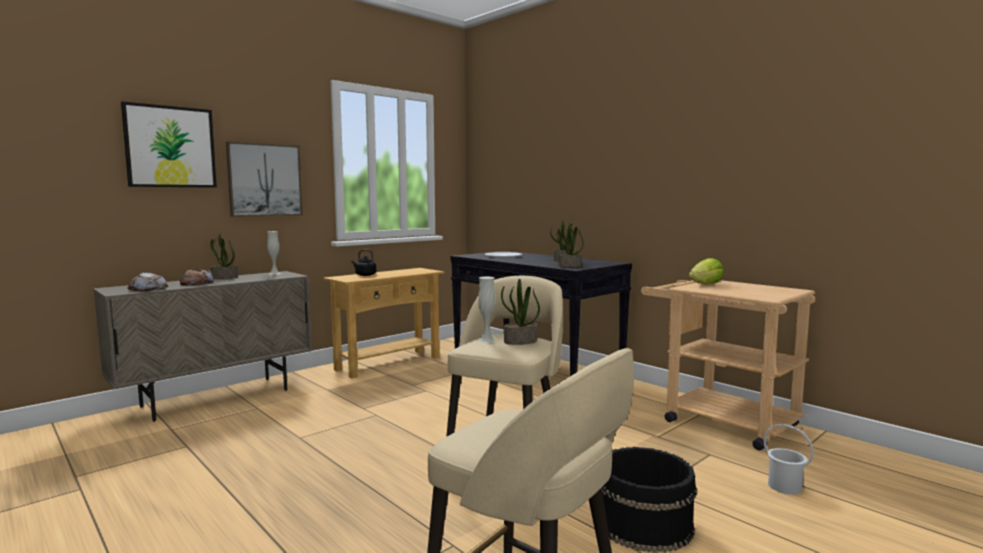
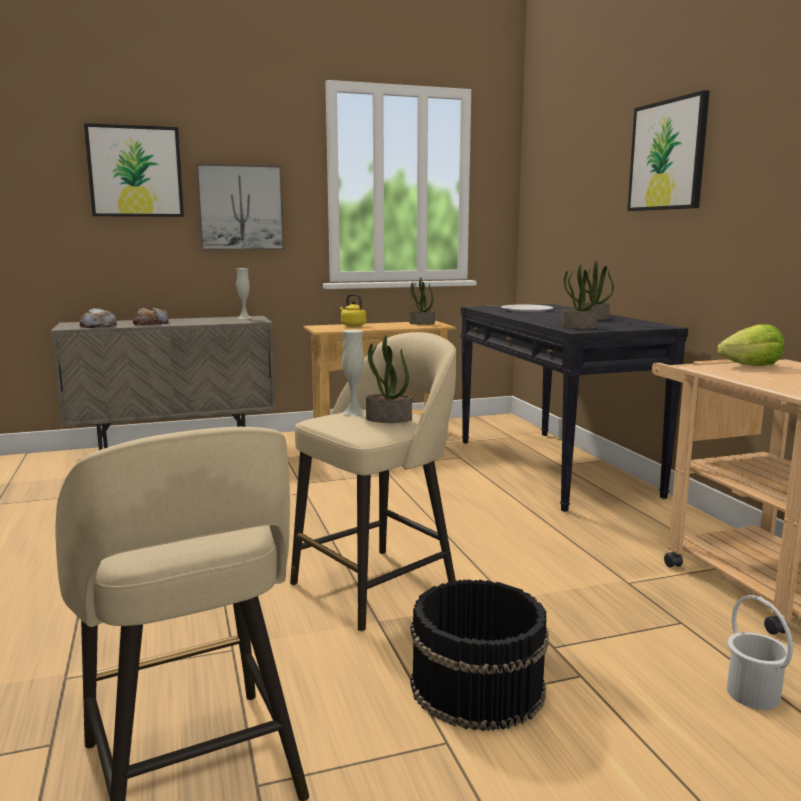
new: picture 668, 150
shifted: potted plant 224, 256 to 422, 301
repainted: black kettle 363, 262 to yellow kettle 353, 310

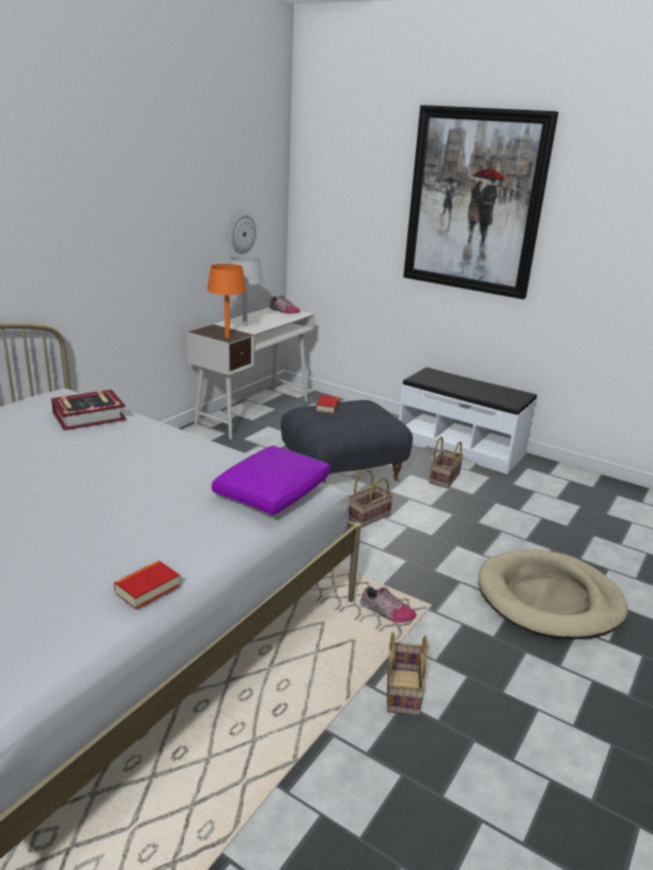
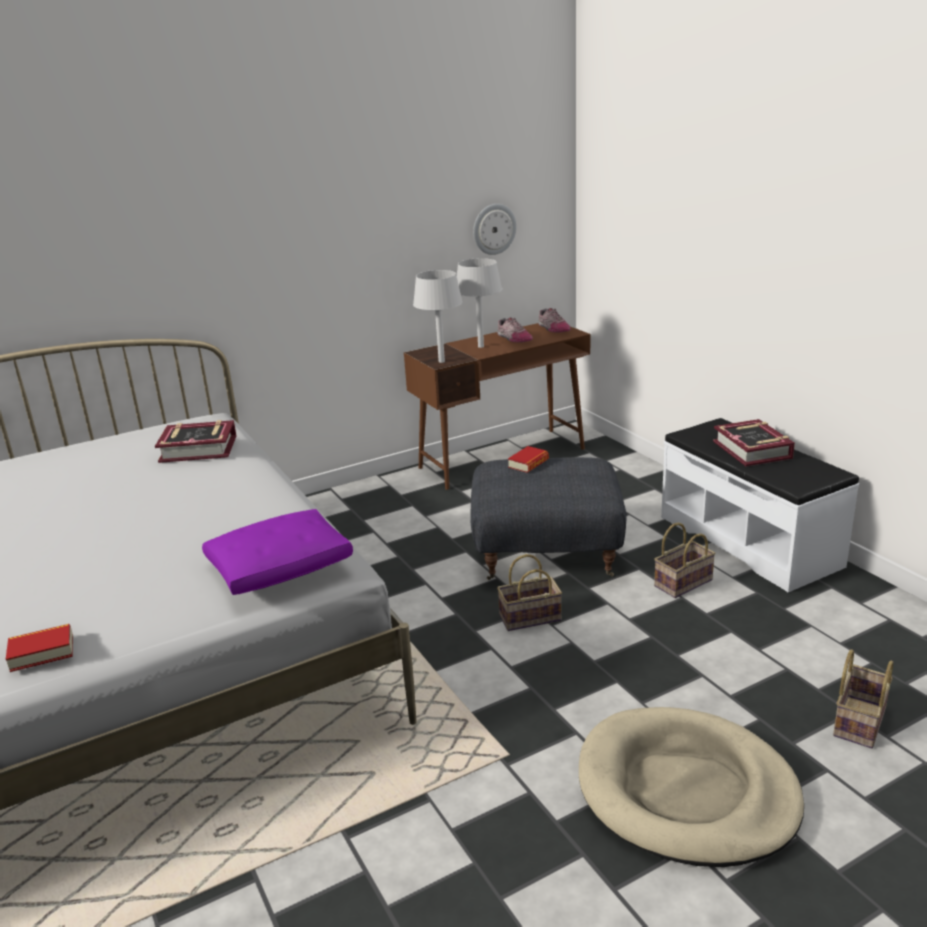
gone: picture 480, 202
new: book 754, 442
shifted: shoe 388, 604 to 515, 330; basket 407, 674 to 863, 699
repainted: white desk 251, 373 to brown desk 497, 406; orange table lamp 227, 301 to grey table lamp 438, 316

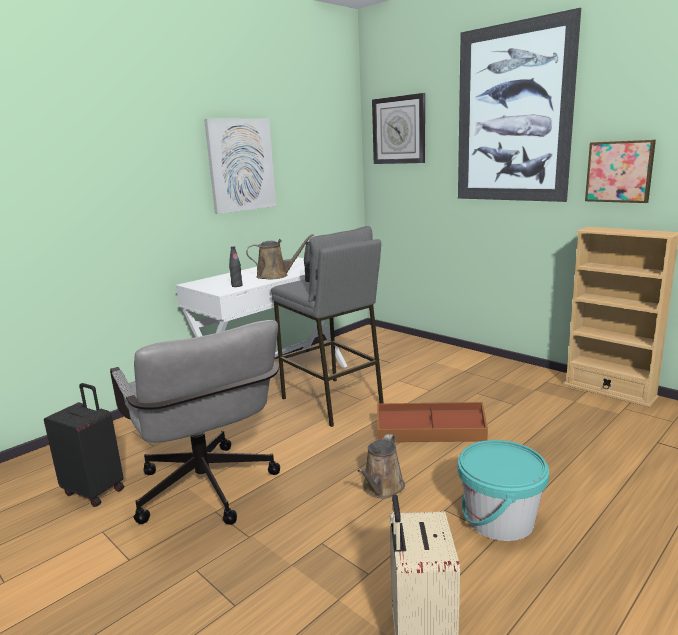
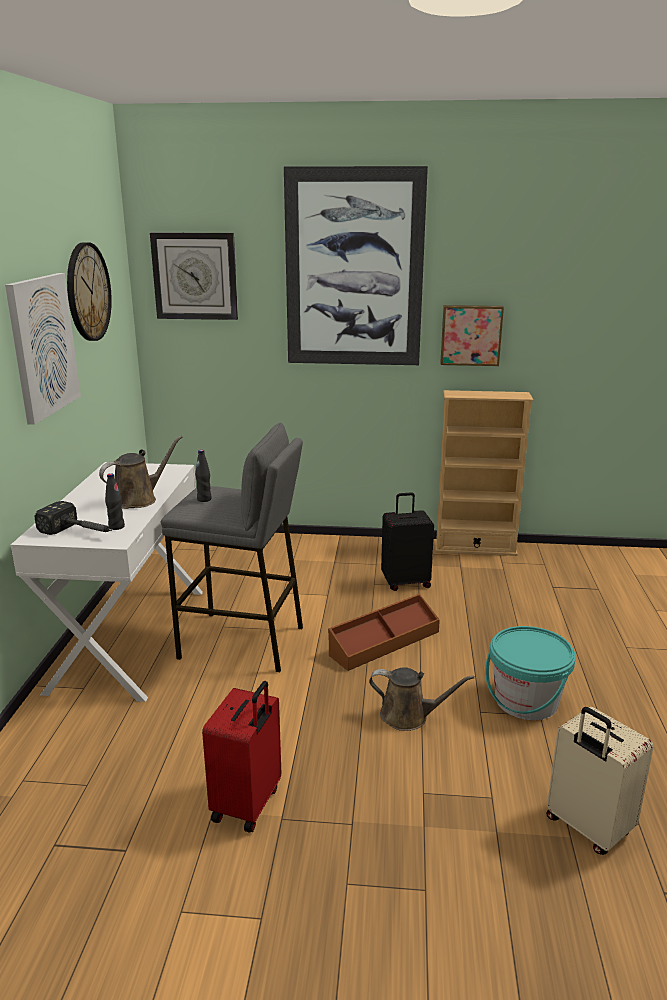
new: hammer 74, 518; wall clock 89, 291
shifted: black suitcase 84, 445 to 407, 541
swapped: grey office chair 195, 422 to red suitcase 241, 756
rotated: brown watering can 381, 466 = 422, 699 60 degrees counterclockwise

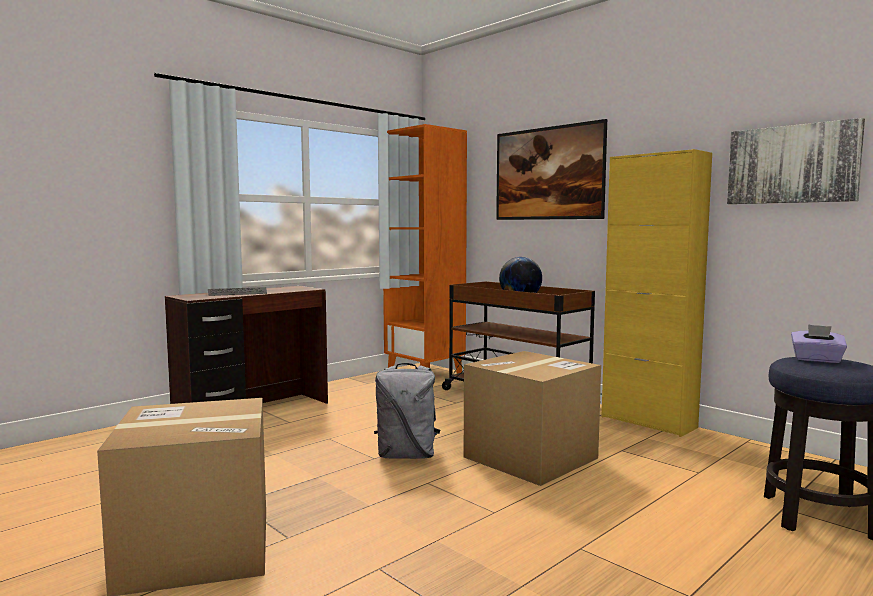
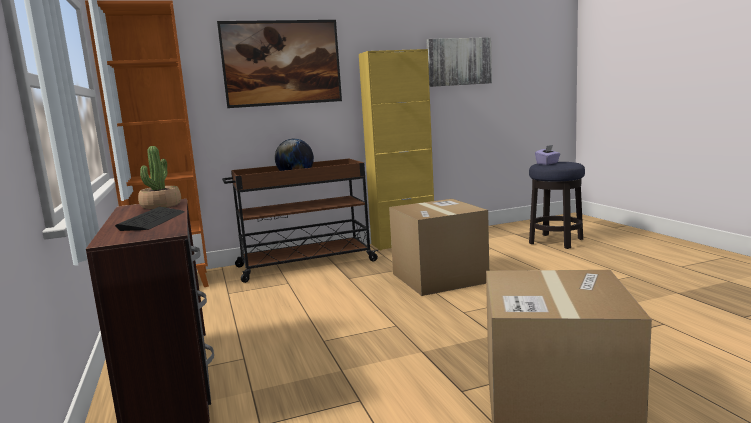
gone: grey backpack 407, 411
new: potted plant 159, 177

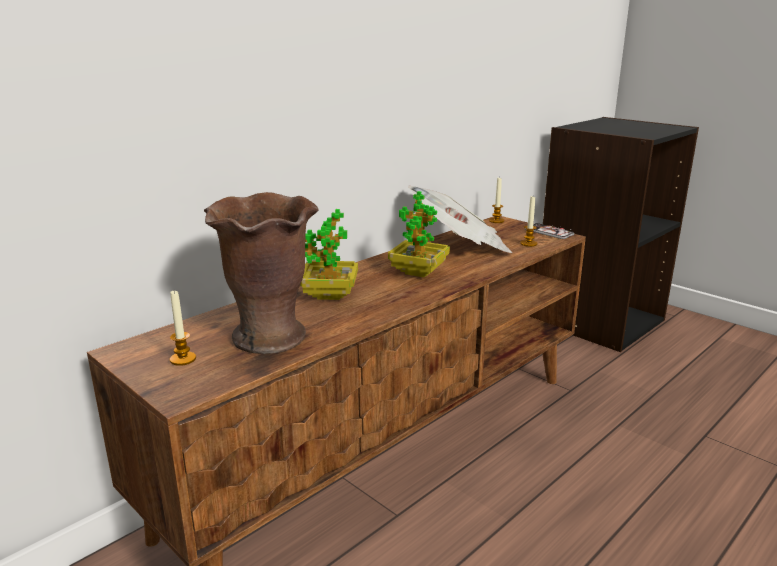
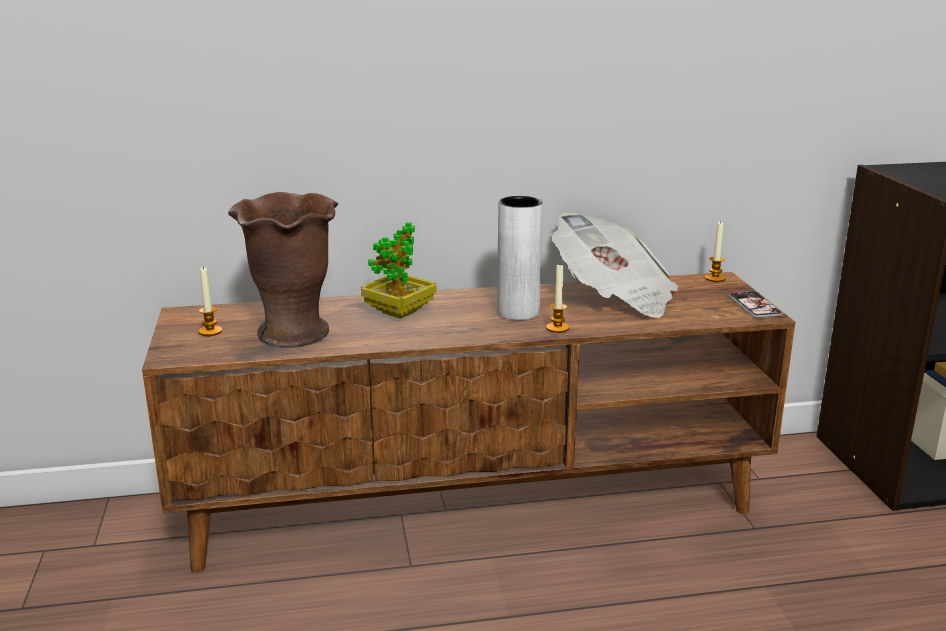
shifted: candle 529, 221 to 557, 299
swapped: potted plant 419, 234 to white vase 520, 258

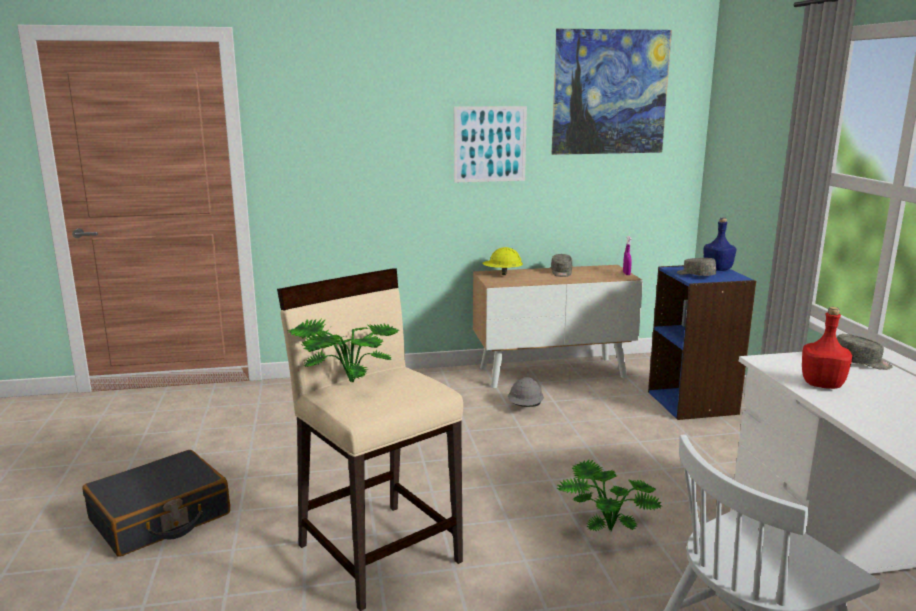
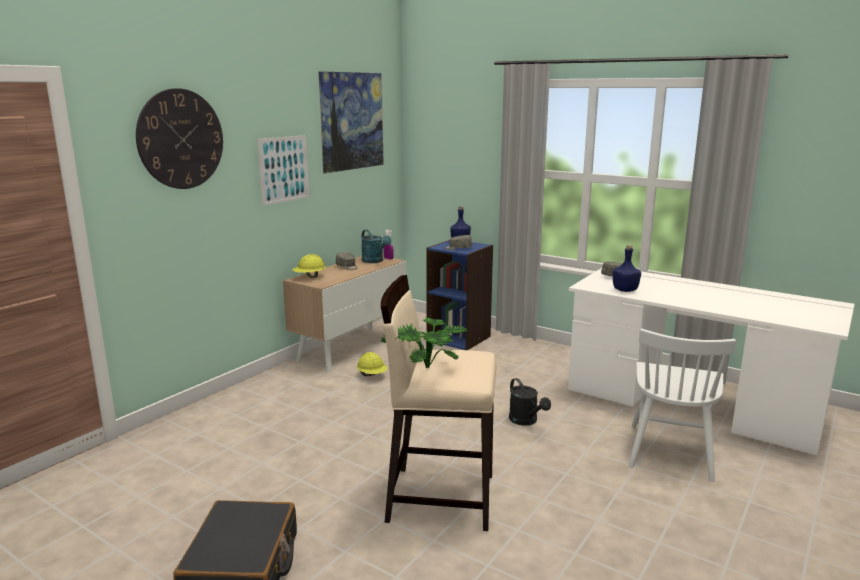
new: wall clock 179, 138; turquoise watering can 376, 246
swapped: potted plant 609, 495 to black watering can 530, 402
repainted: grey hard hat 526, 392 to yellow hard hat 372, 364; red bottle 827, 348 to blue bottle 627, 268

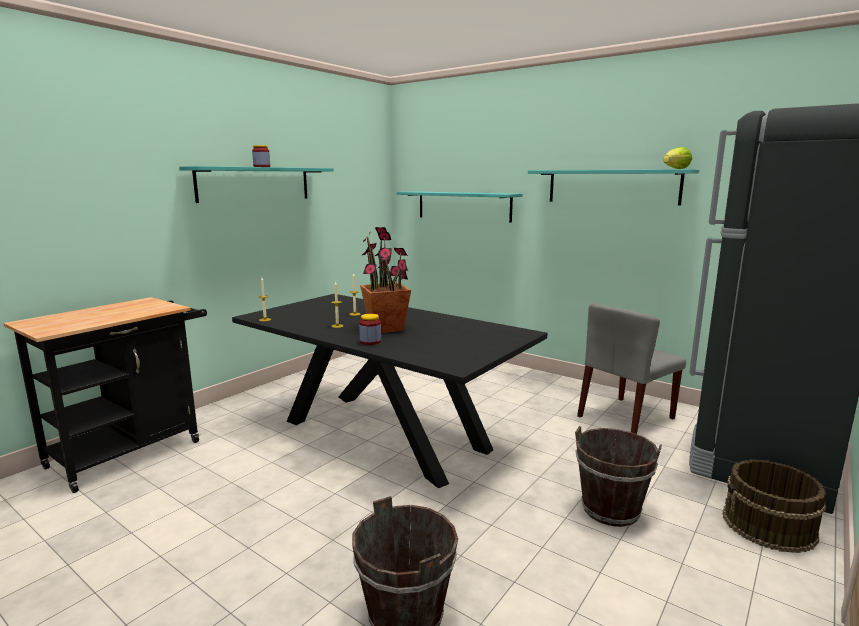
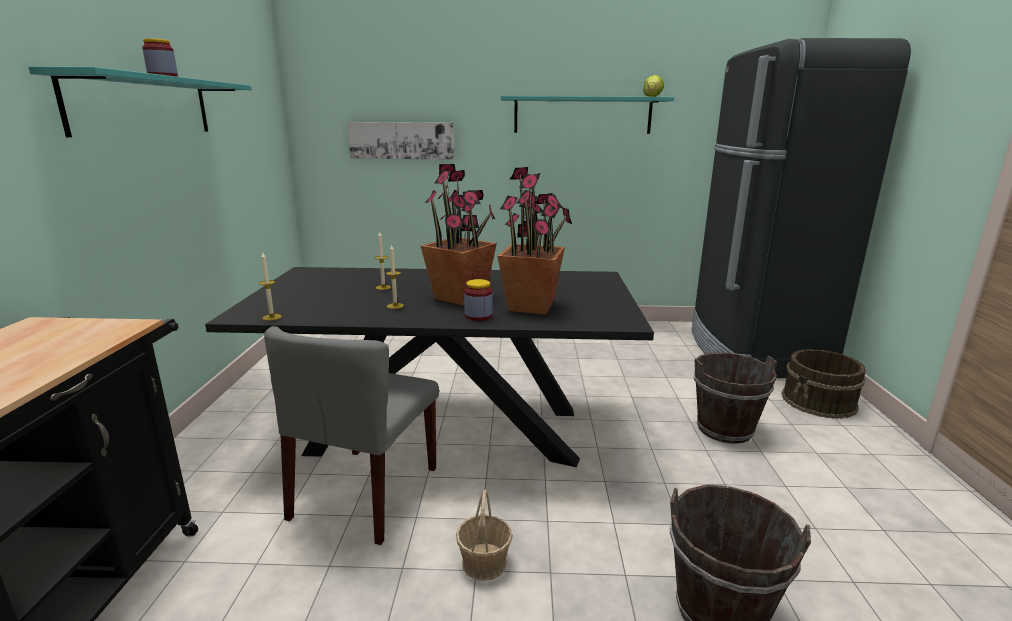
new: basket 484, 535; potted plant 534, 241
shifted: grey chair 631, 368 to 351, 435
swapped: turquoise shelf 460, 207 to picture 400, 141

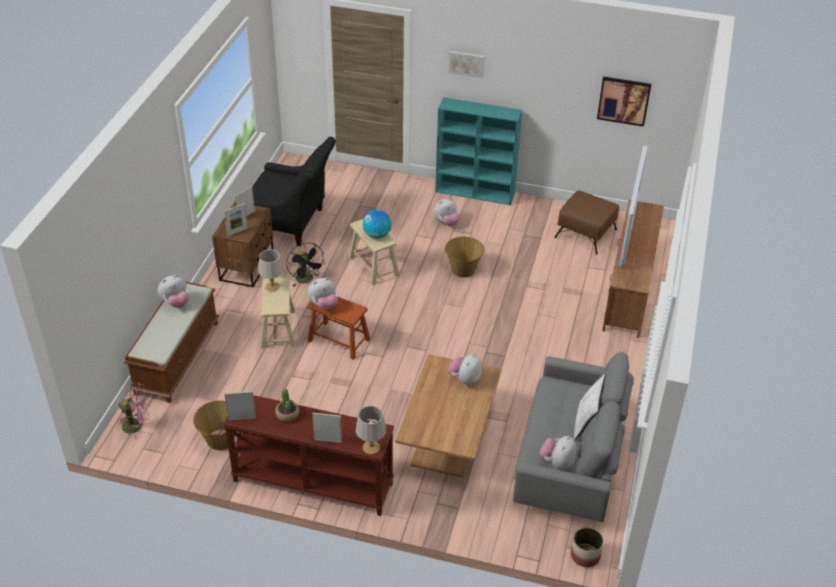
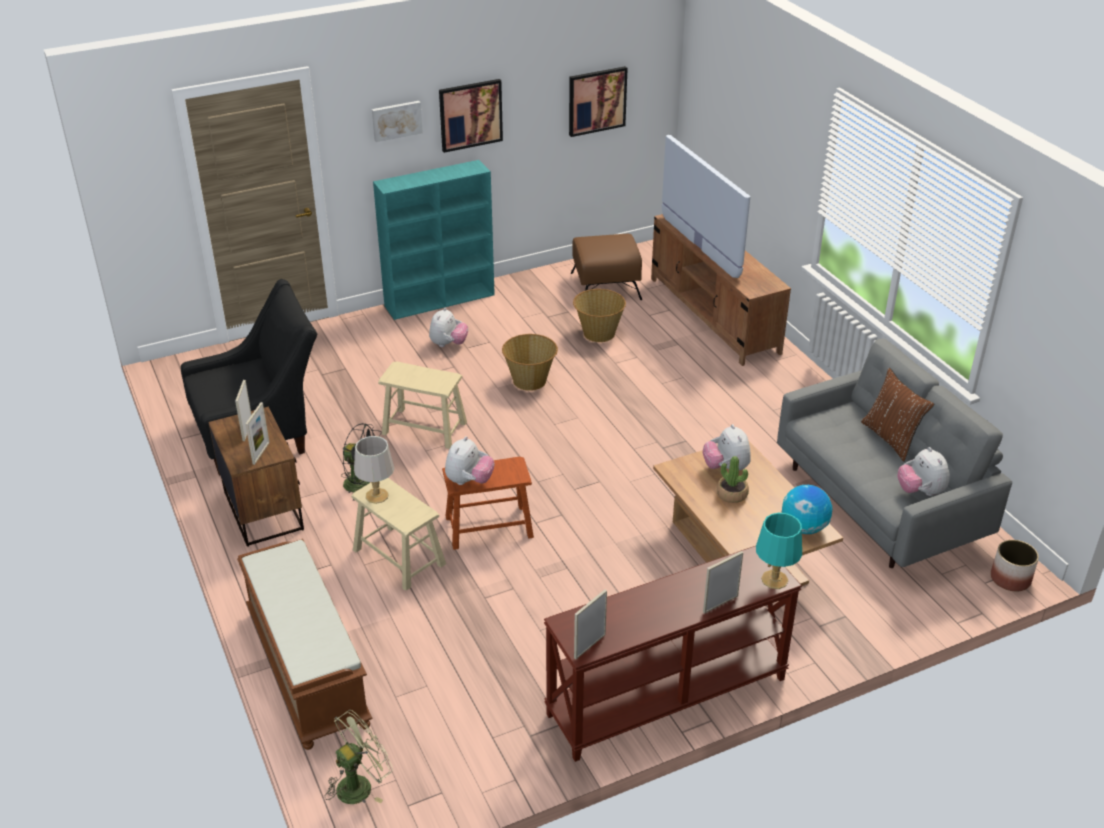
gone: plush toy 173, 291
new: picture 471, 116
shifted: basket 215, 425 to 599, 315; potted plant 287, 405 to 733, 479; globe 377, 224 to 806, 509
repainted: pink fan 134, 410 to green fan 359, 757; grey table lamp 371, 429 to turquoise table lamp 779, 551; white pillow 589, 407 to brown pillow 897, 415

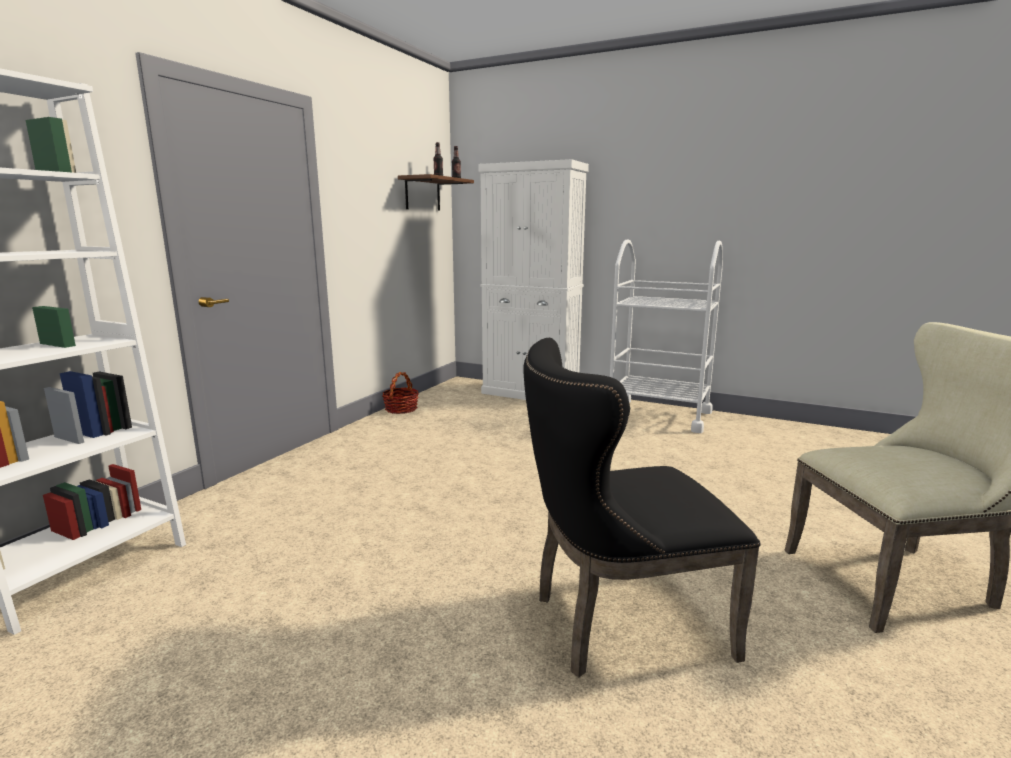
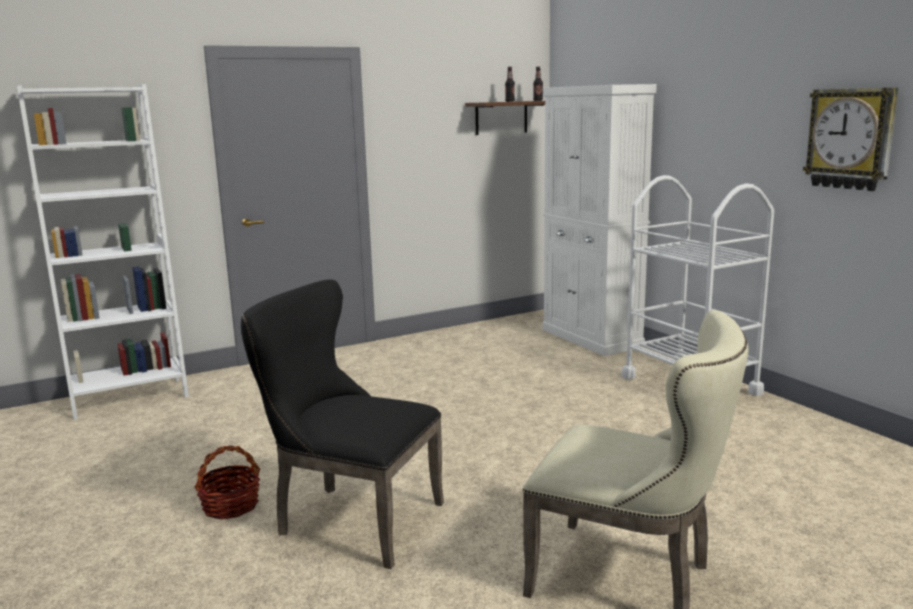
new: wall clock 850, 139
shifted: basket 400, 393 to 227, 482

